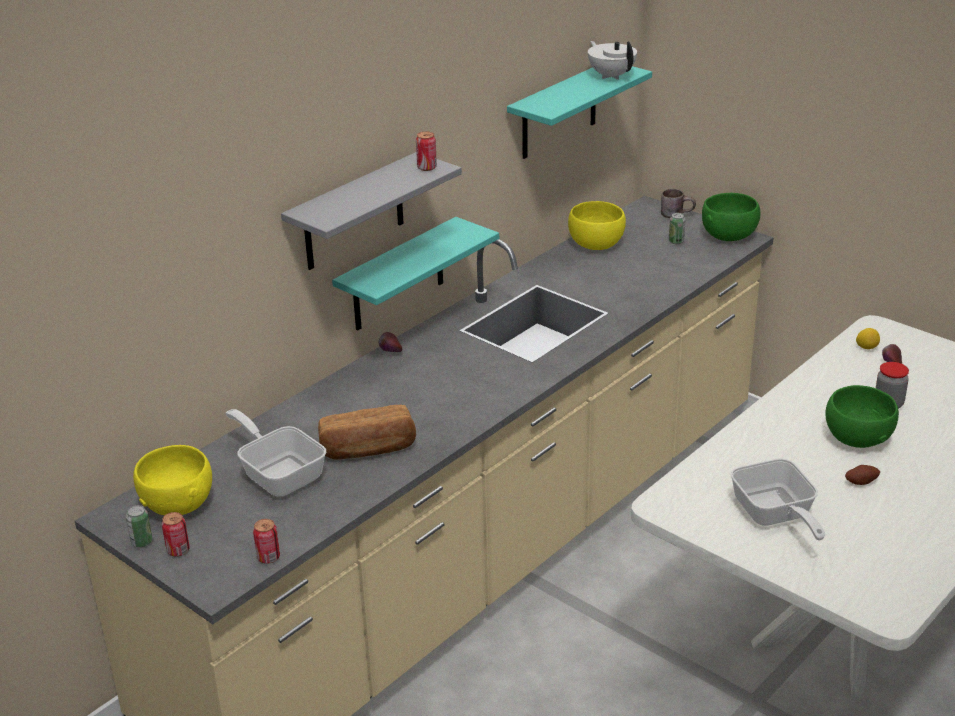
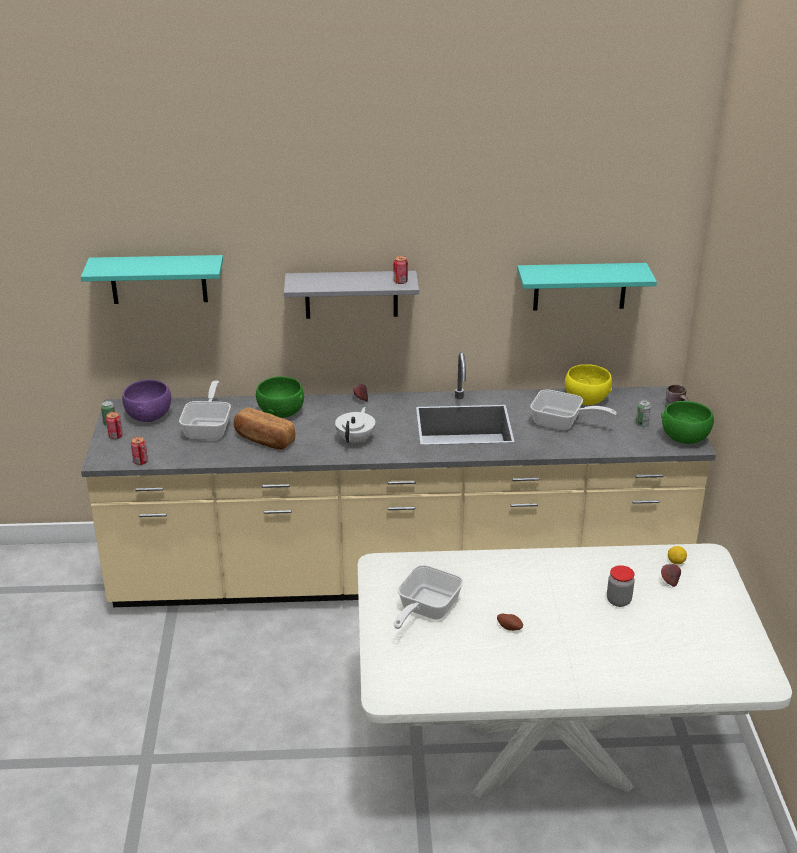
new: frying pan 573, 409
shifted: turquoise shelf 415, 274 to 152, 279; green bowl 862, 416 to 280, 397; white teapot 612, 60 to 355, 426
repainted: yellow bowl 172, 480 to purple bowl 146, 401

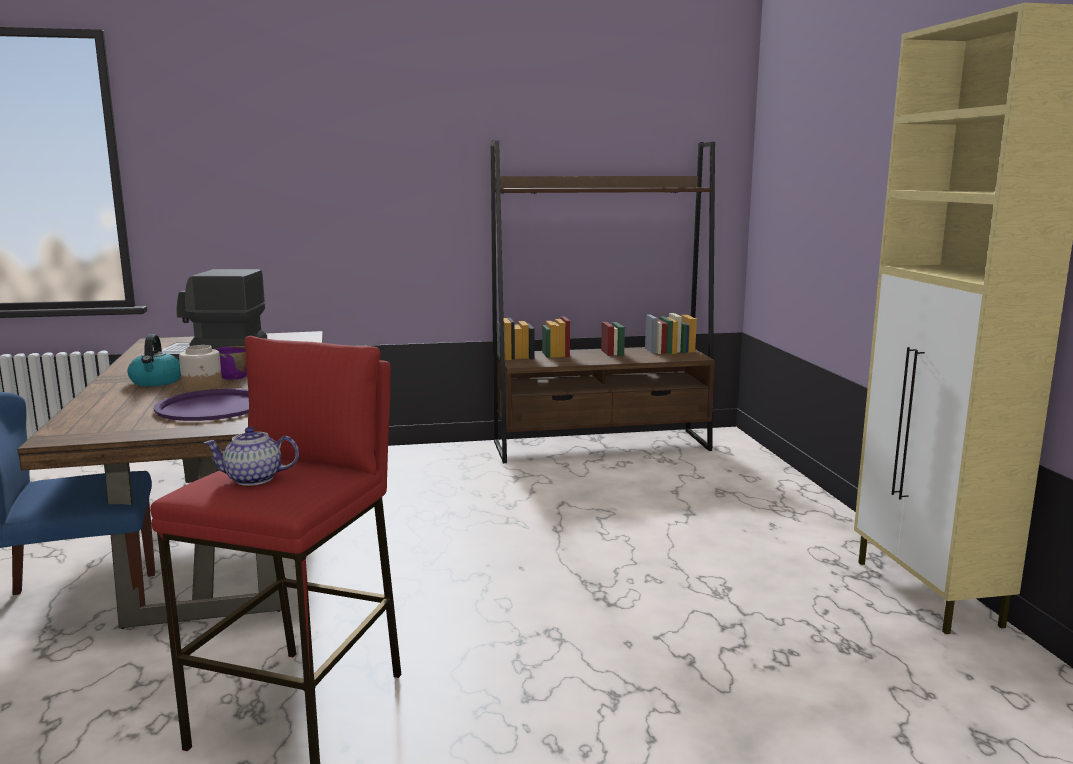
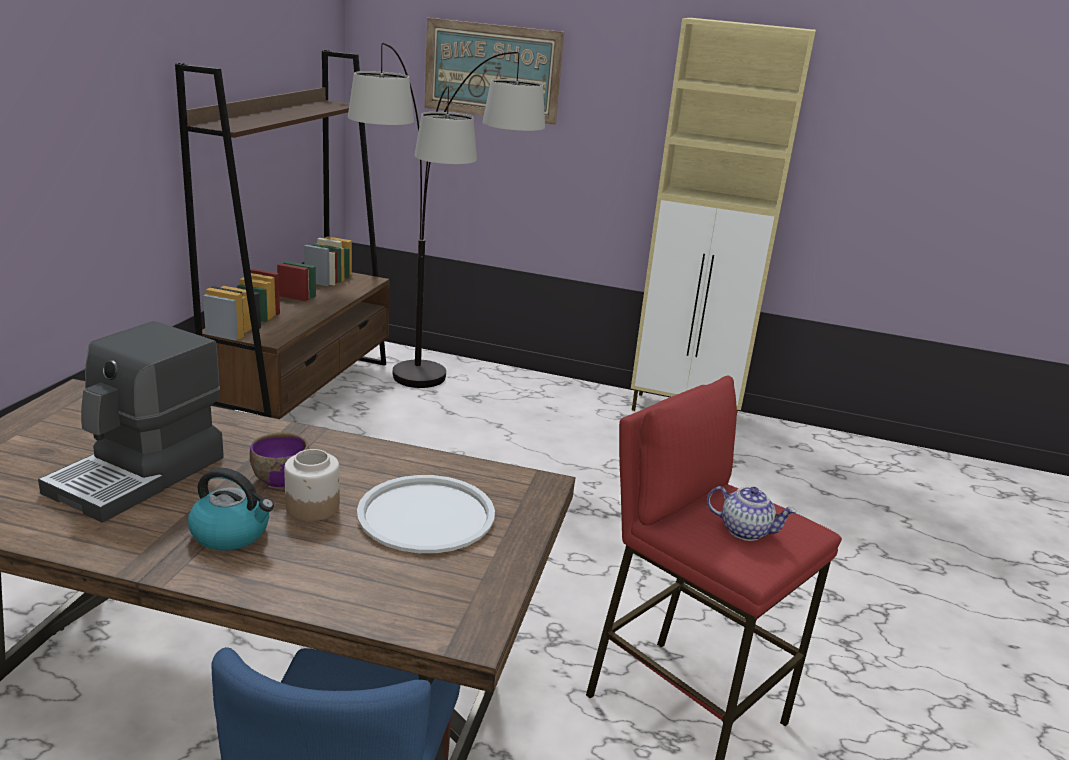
new: floor lamp 446, 215; picture 494, 71
repainted: purple tray 201, 405 to white tray 426, 514
rotated: teapot 251, 456 = 752, 513 90 degrees counterclockwise

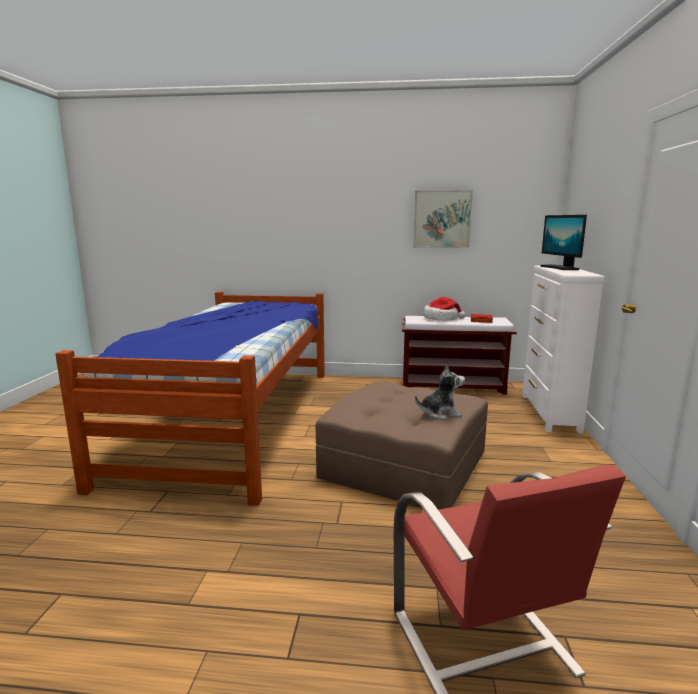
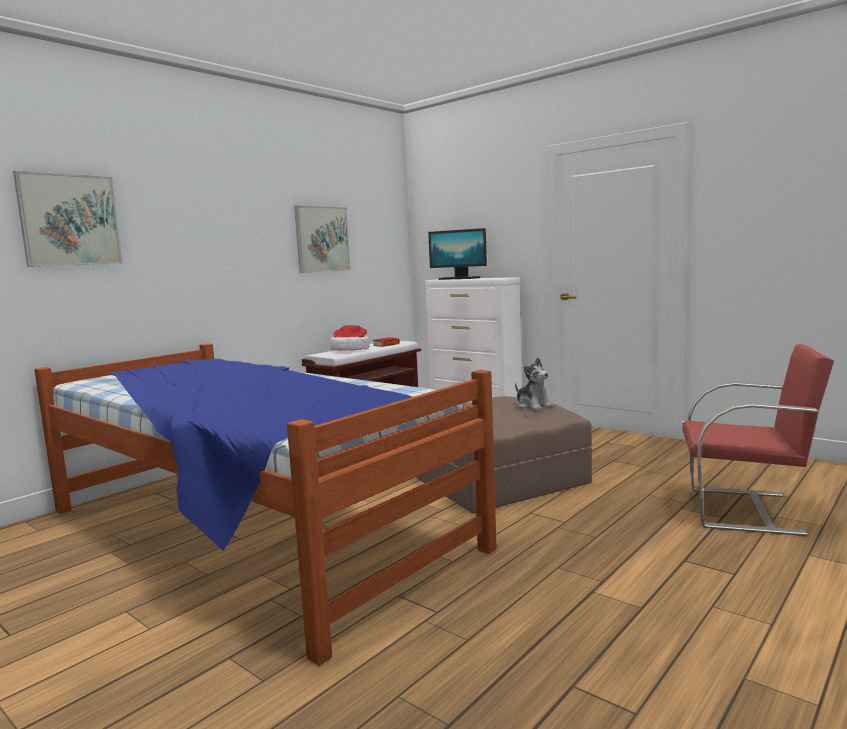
new: picture 68, 219
rotated: plush toy 440, 391 = 534, 383 120 degrees clockwise

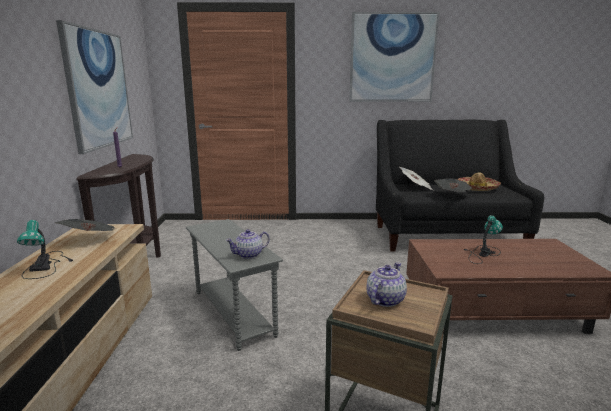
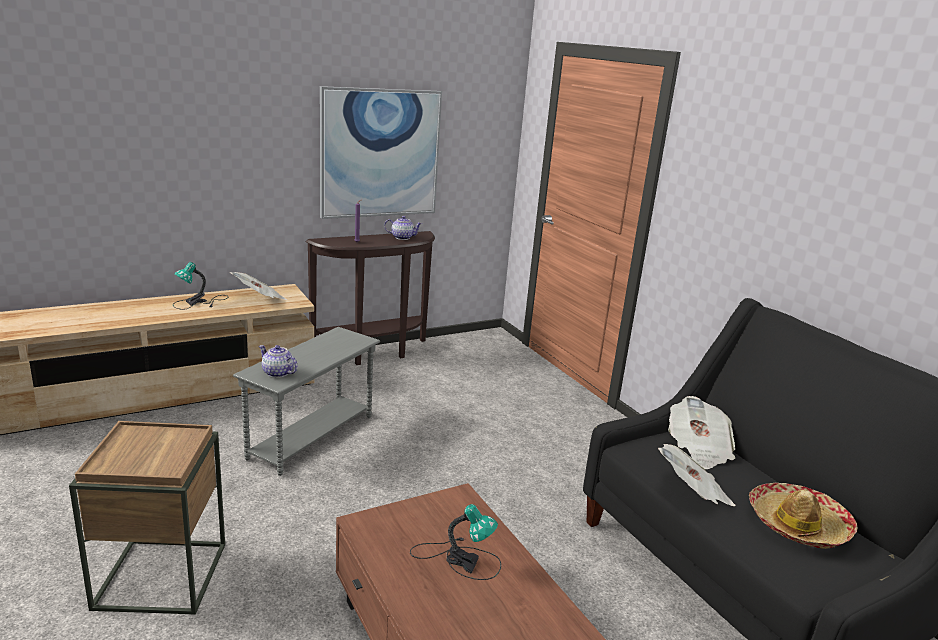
gone: picture 394, 57
shifted: teapot 387, 284 to 403, 228

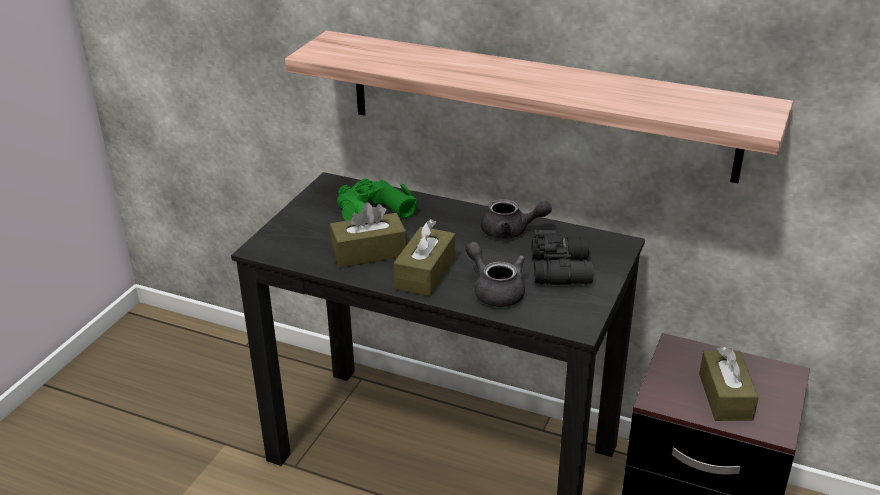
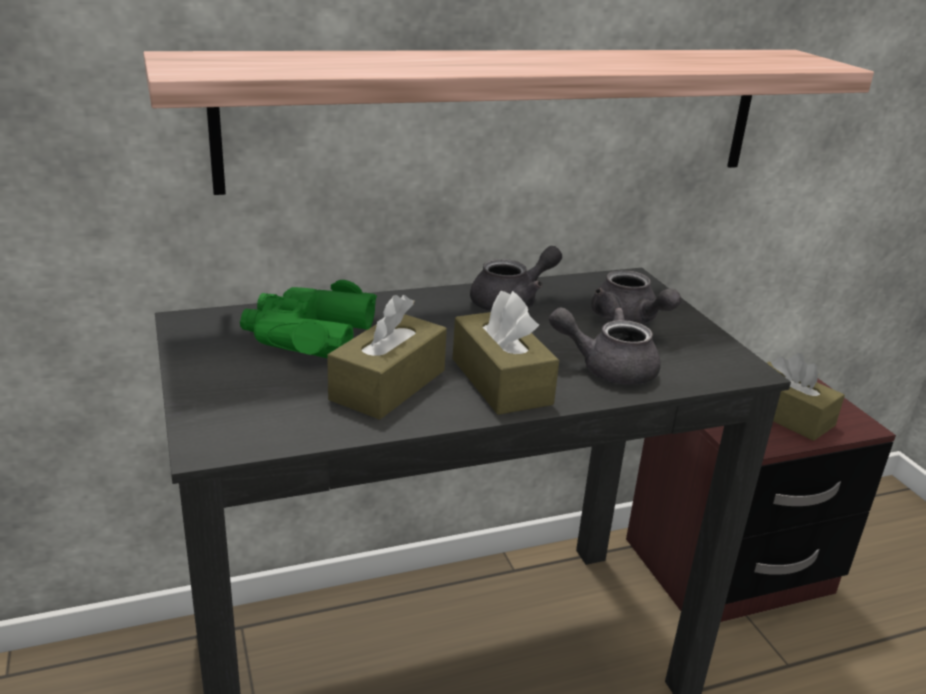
swapped: black binoculars 562, 257 to grey teapot 636, 297

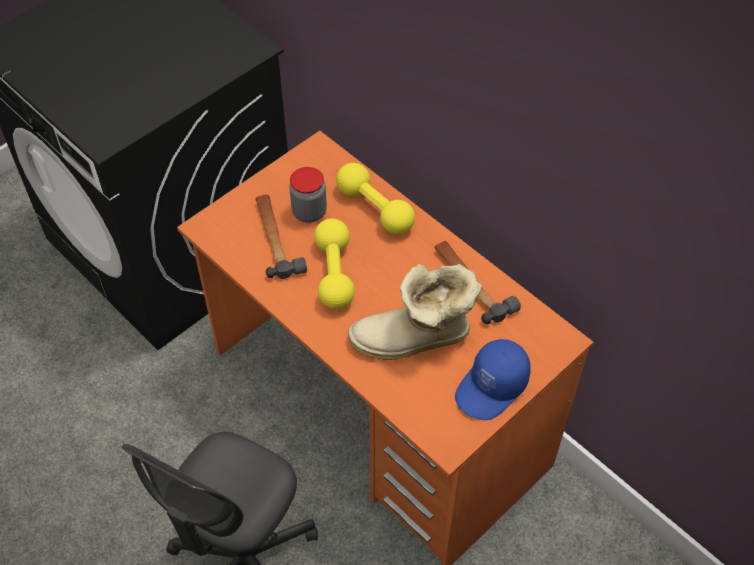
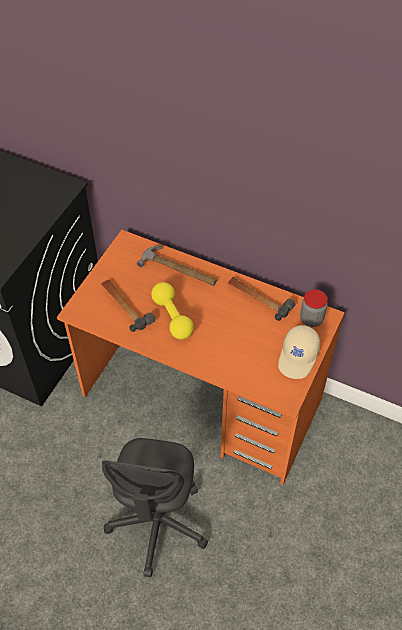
gone: boot 415, 312
shifted: jar 308, 195 to 314, 308
swapped: yellow dumbbell 375, 199 to hammer 177, 265
repainted: blue cap 493, 379 to beige cap 299, 352

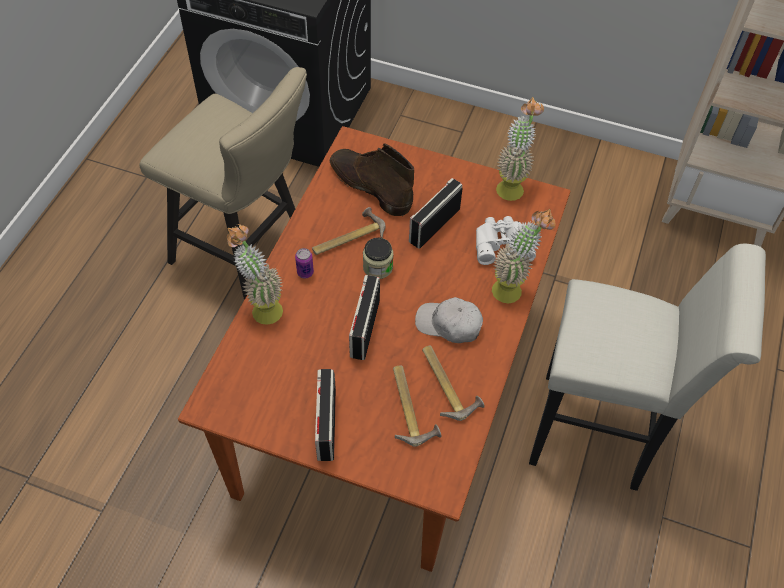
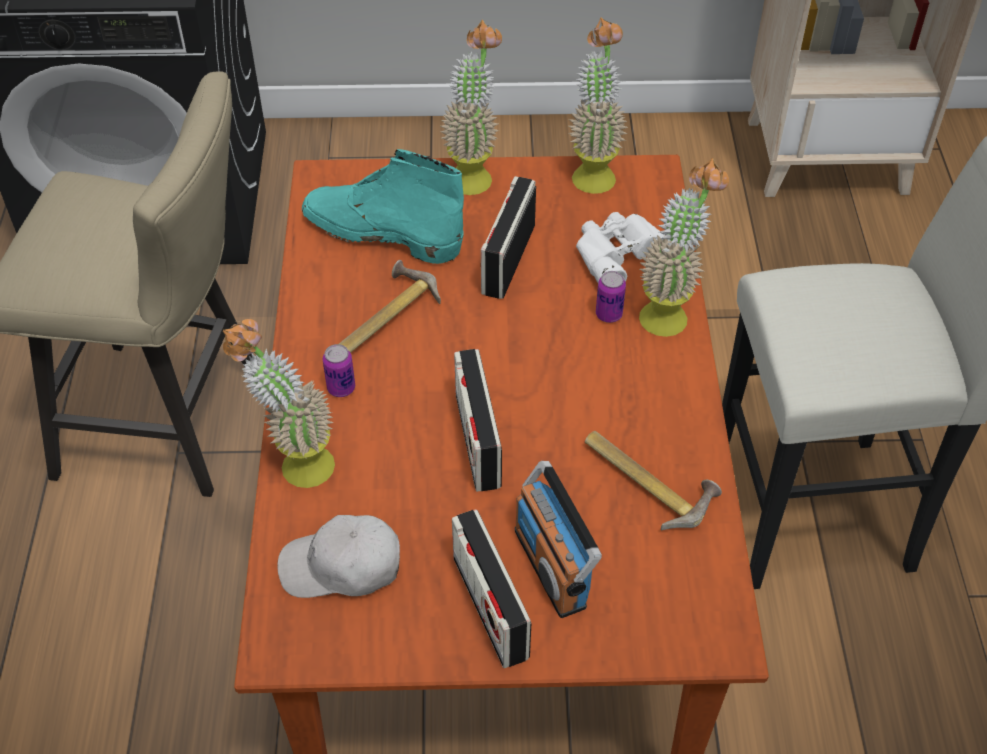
gone: jar 378, 258; hammer 417, 406
new: potted plant 471, 107; radio 558, 539; can 611, 297
shifted: white cap 449, 320 to 338, 556
repainted: brown boot 372, 179 to turquoise boot 383, 206

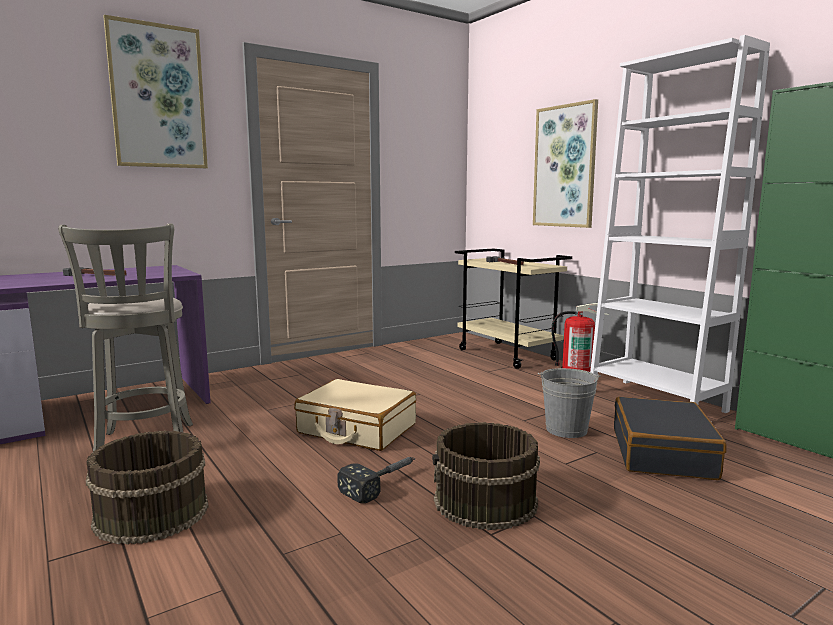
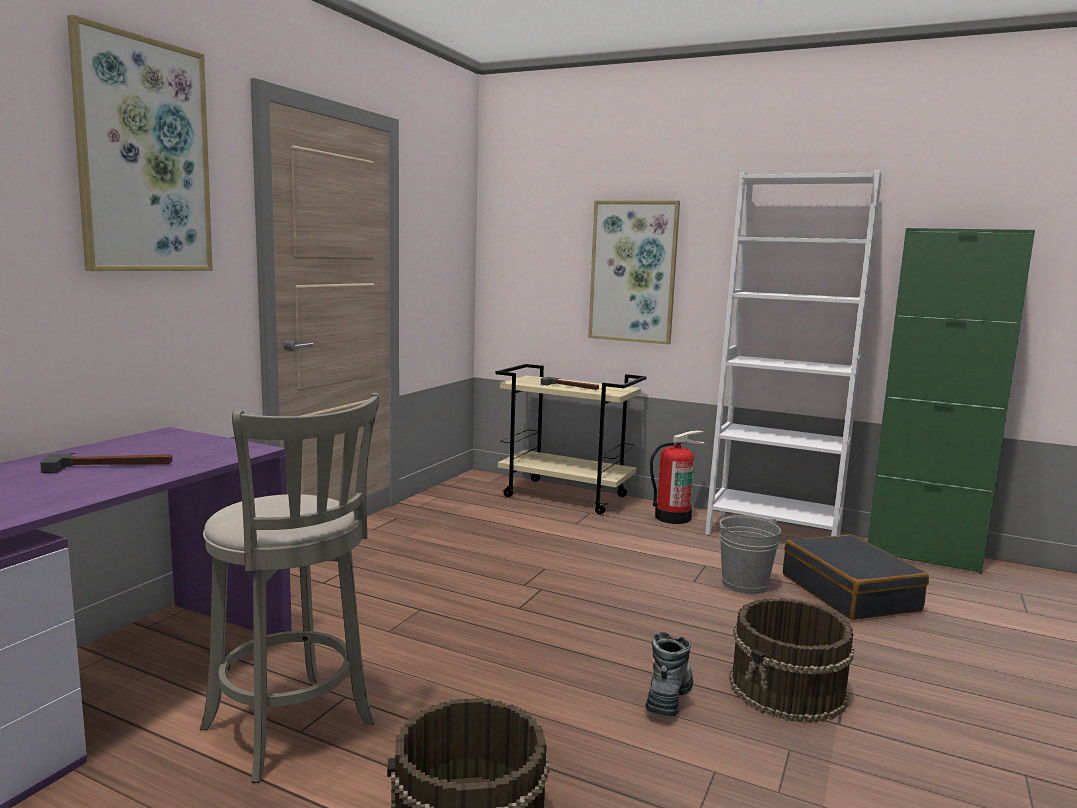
gone: beige suitcase 355, 415
swapped: hammer 376, 480 to boot 669, 674

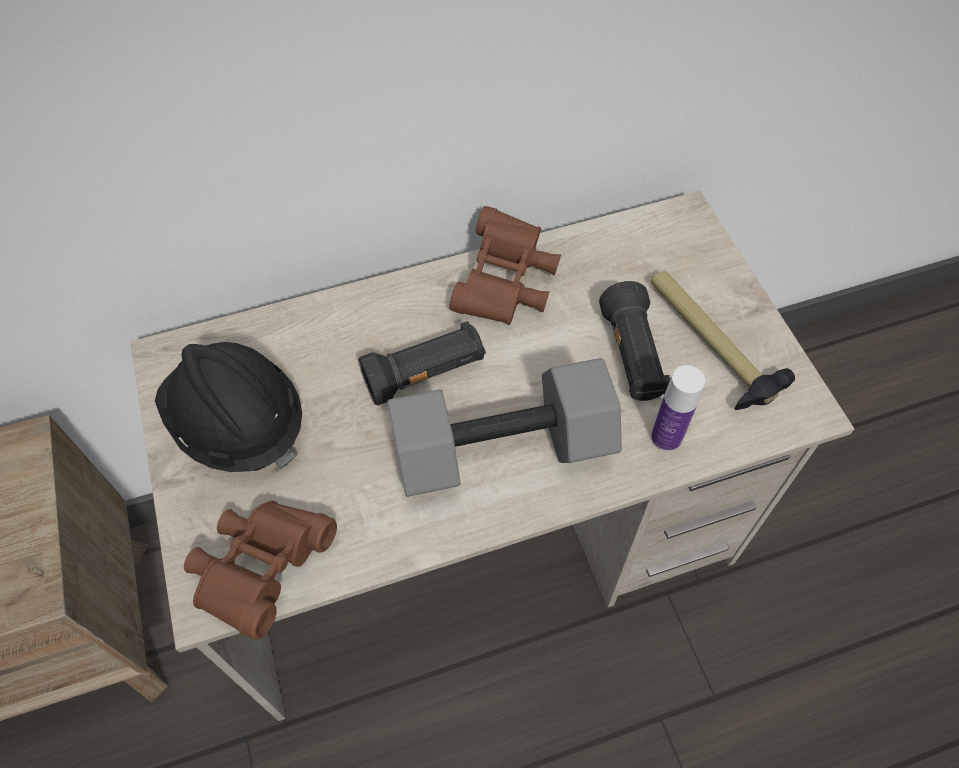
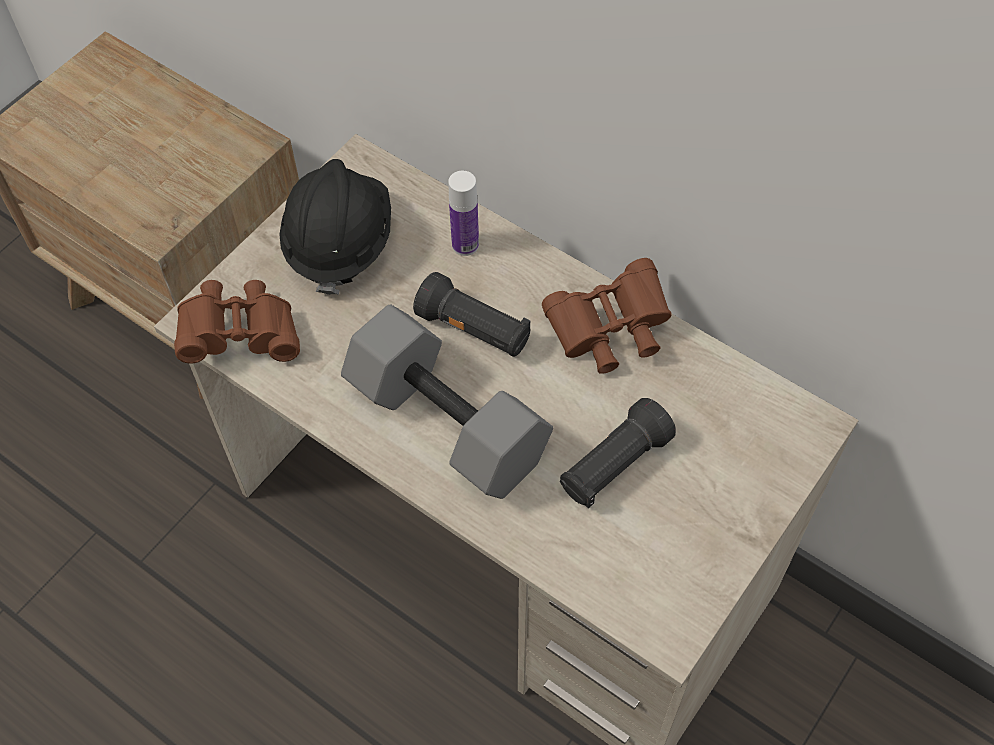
gone: hammer 723, 340
shifted: bottle 678, 408 to 463, 213

